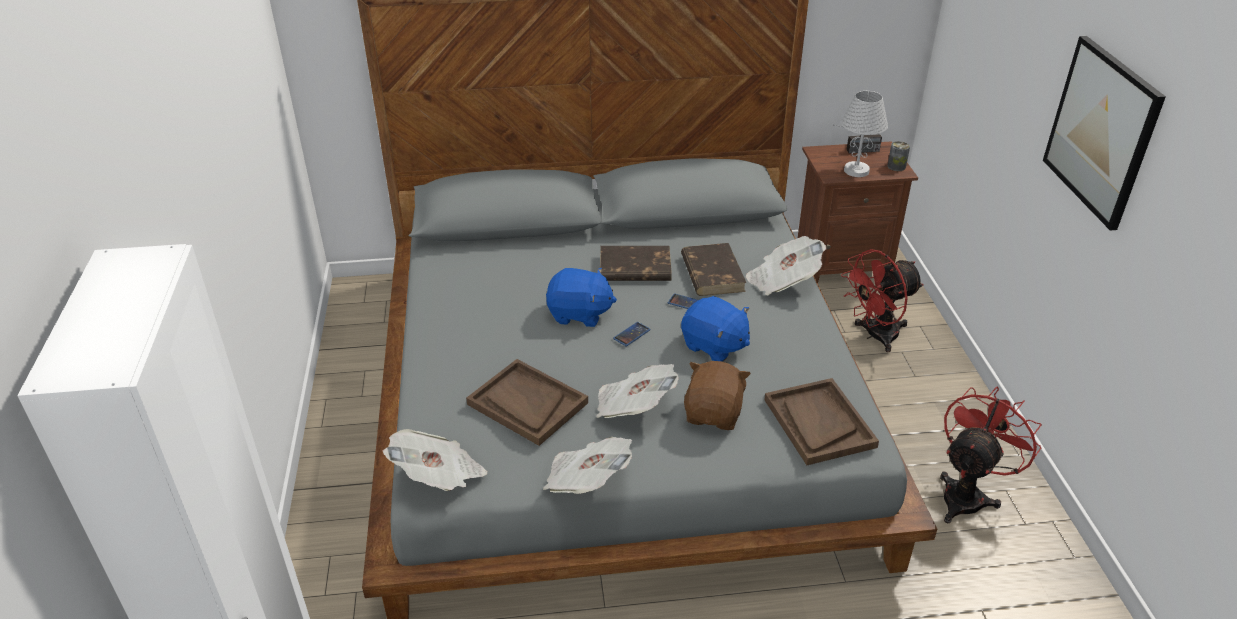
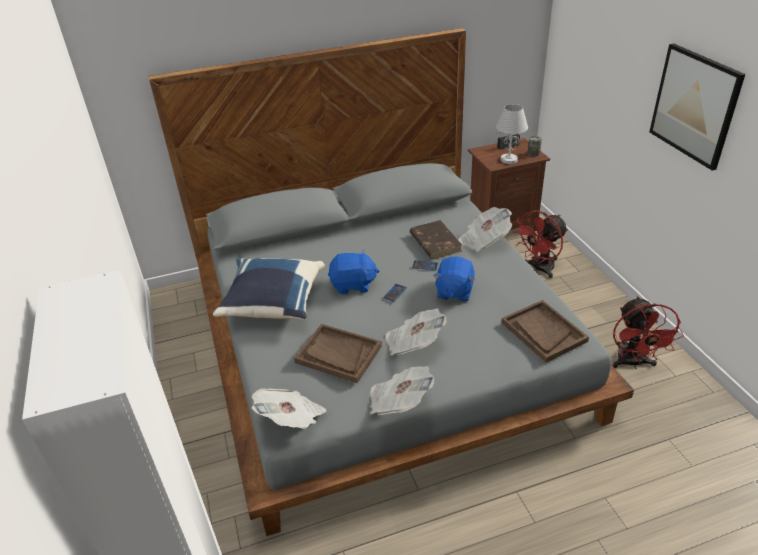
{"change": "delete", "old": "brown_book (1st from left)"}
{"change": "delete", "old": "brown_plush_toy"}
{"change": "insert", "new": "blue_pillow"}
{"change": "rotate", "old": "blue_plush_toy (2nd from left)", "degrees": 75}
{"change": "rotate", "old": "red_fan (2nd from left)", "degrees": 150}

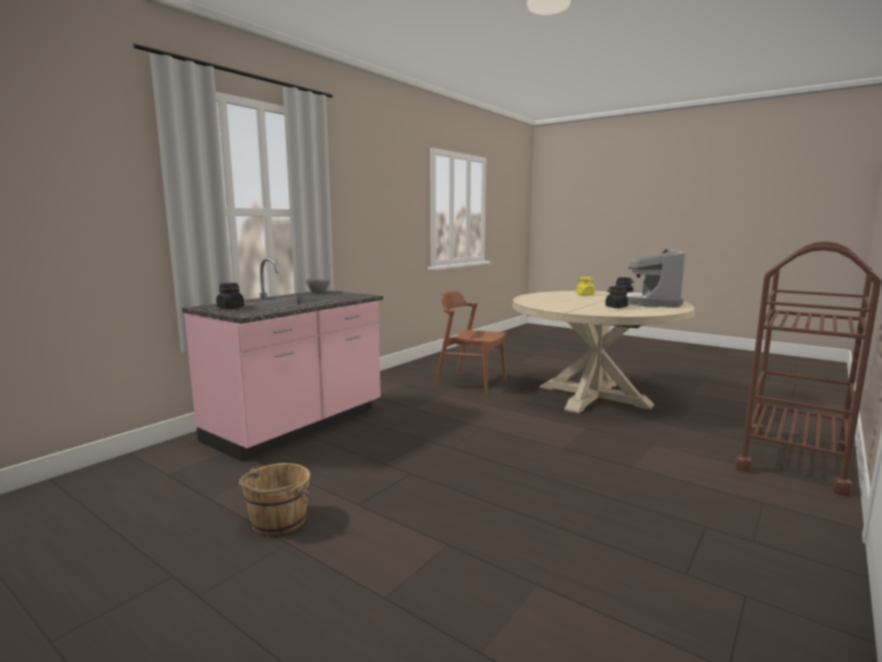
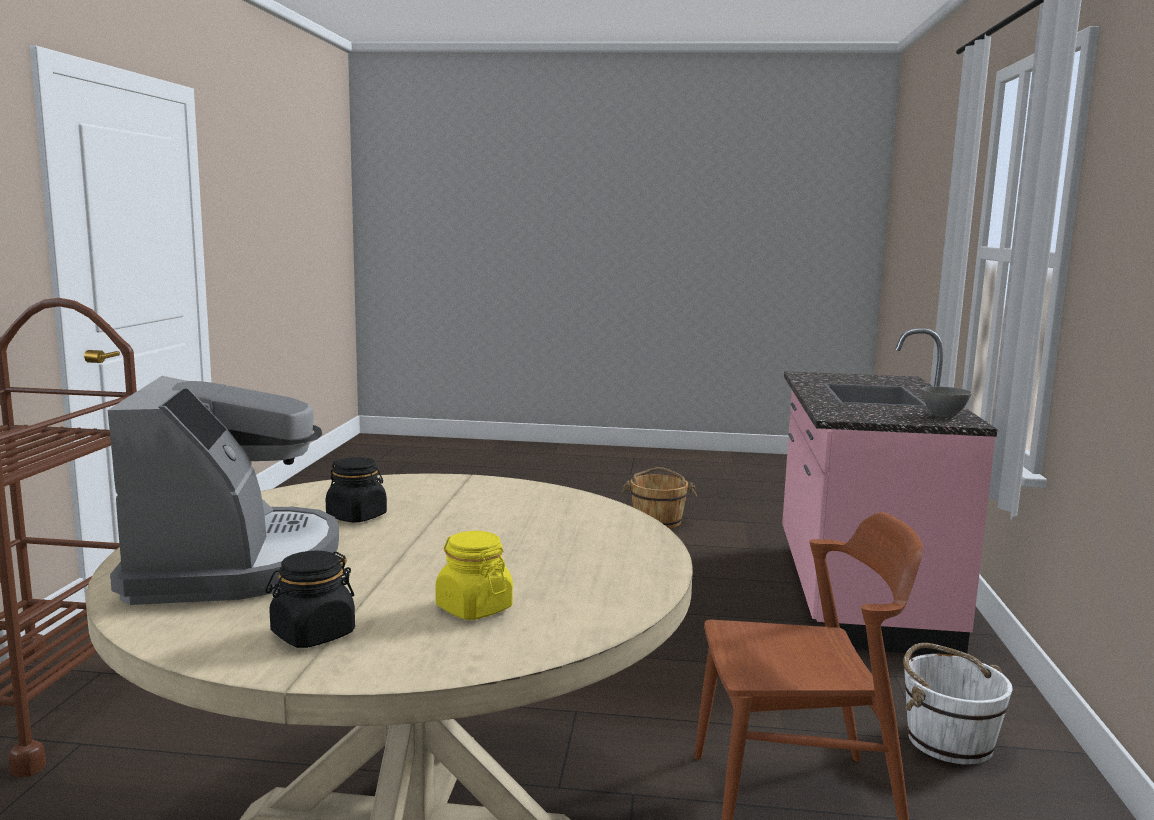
{"change": "delete", "old": "black_jar (1st from left)"}
{"change": "insert", "new": "white_bucket"}

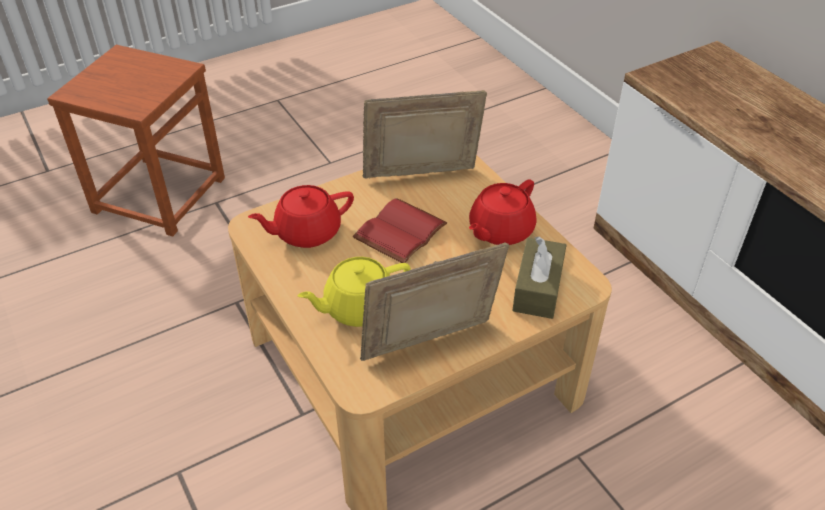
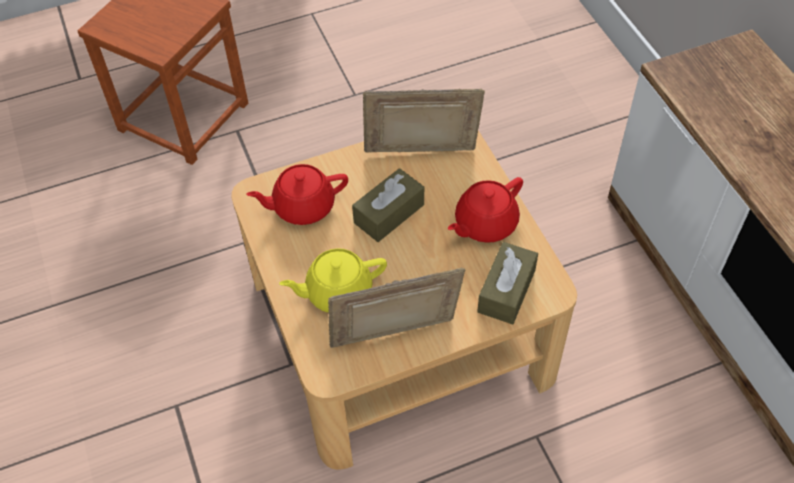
{"change": "replace", "old": "red_book", "new": "brown_tissue_box (1st from left)"}

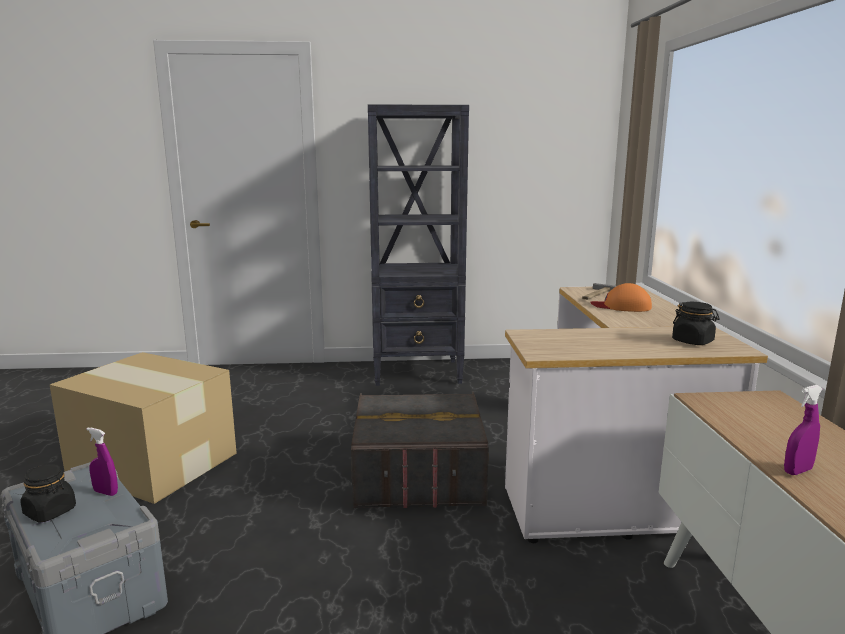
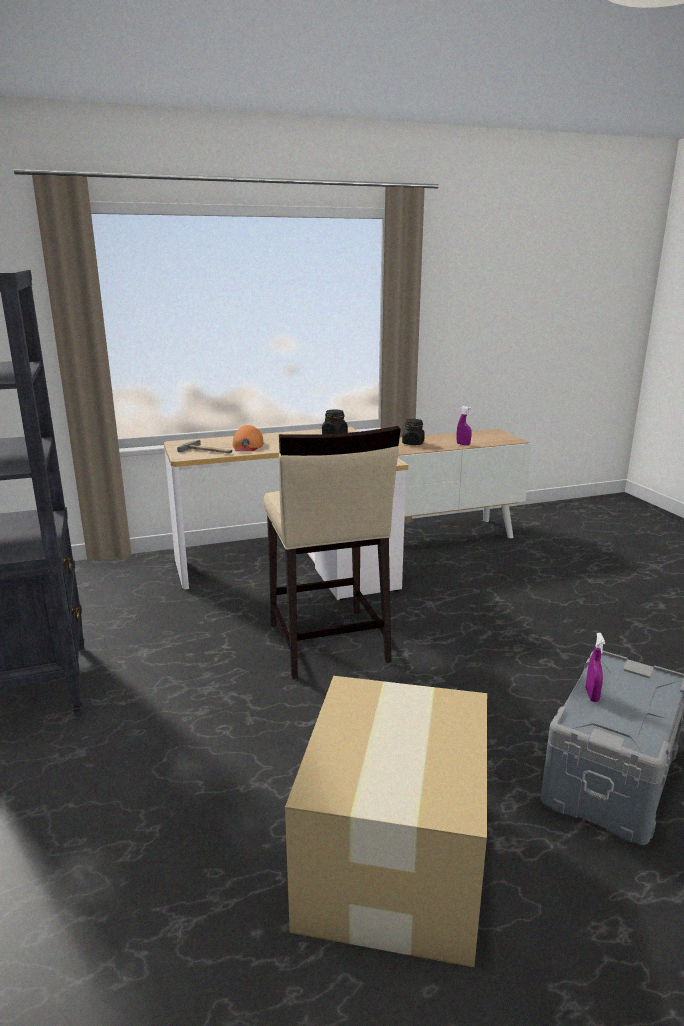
{"change": "move", "old": "black_jar (1st from left in the first image)", "new": "black_jar (2nd from left)"}
{"change": "replace", "old": "grey_storage_box (2nd from left)", "new": "beige_stool"}

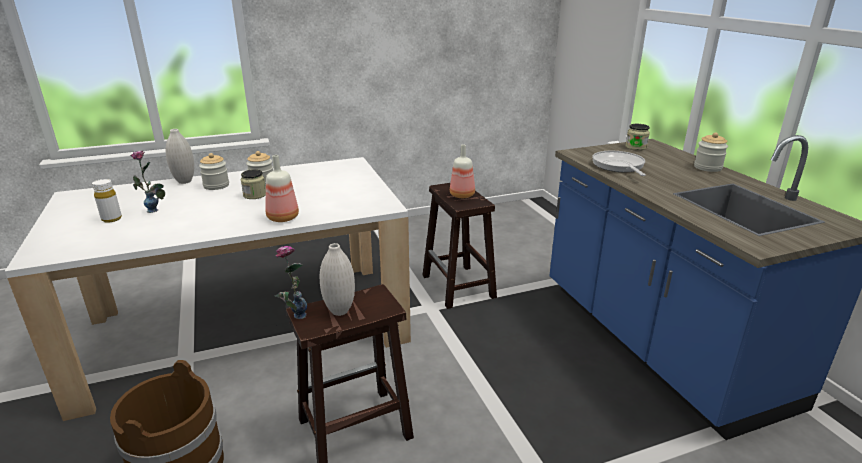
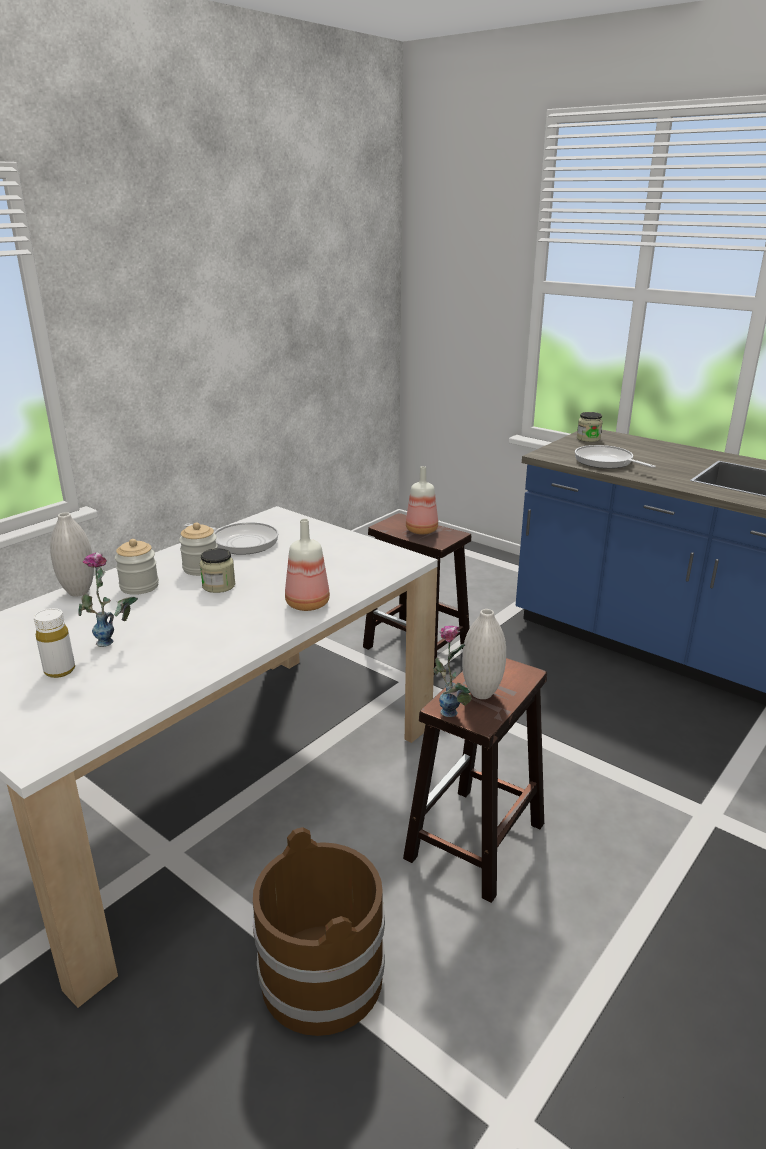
{"change": "delete", "old": "jar (5th from left)"}
{"change": "insert", "new": "frying_pan (1st from left)"}

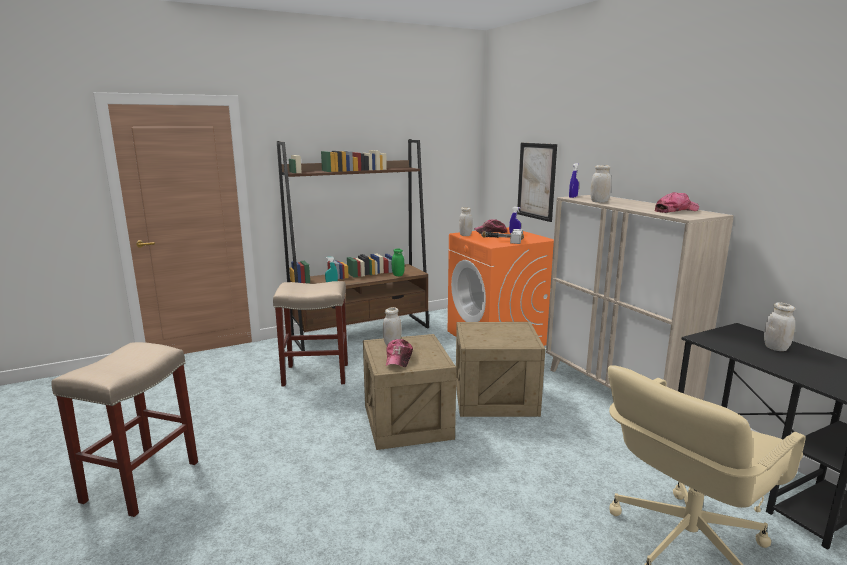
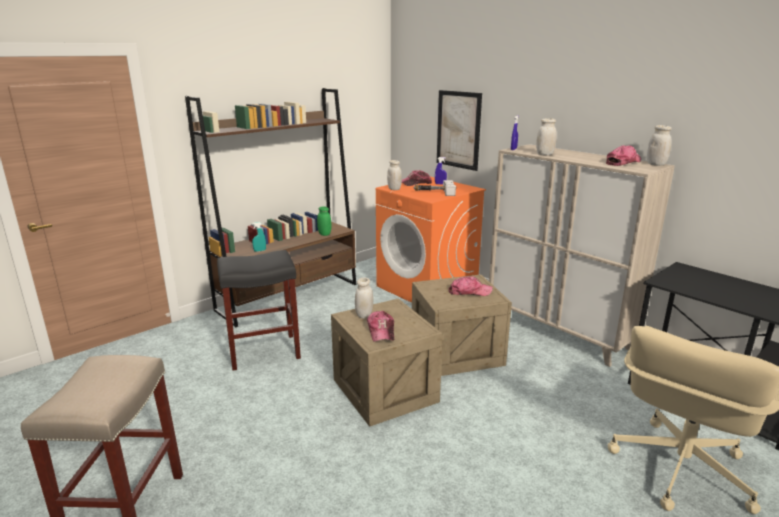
{"change": "insert", "new": "cap (3rd from left)"}
{"change": "move", "old": "white_jar (4th from left)"}
{"change": "recolor", "old": "beige_stool (2nd from left)", "new": "black_stool"}

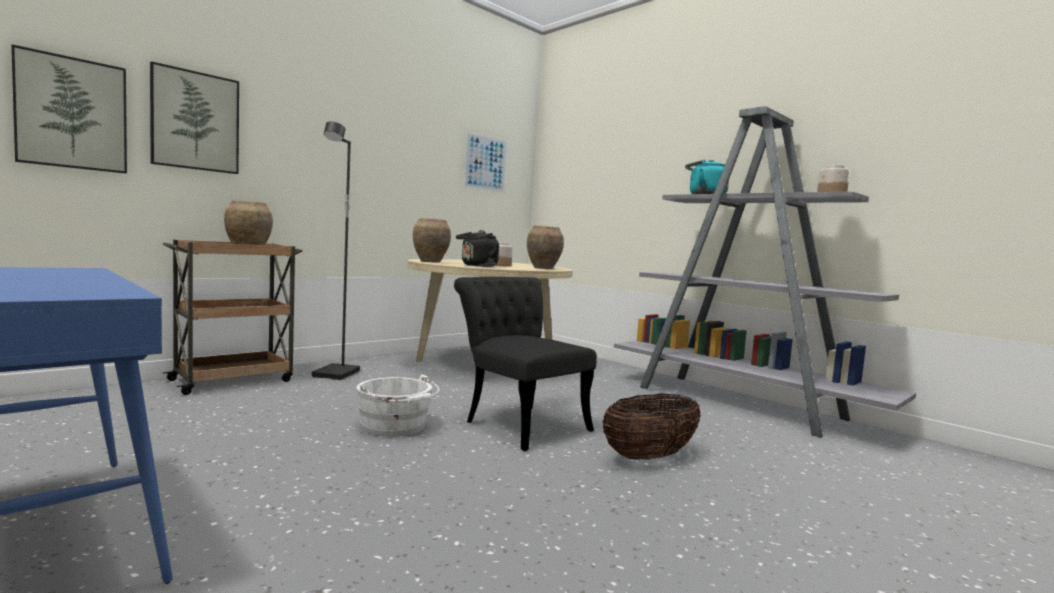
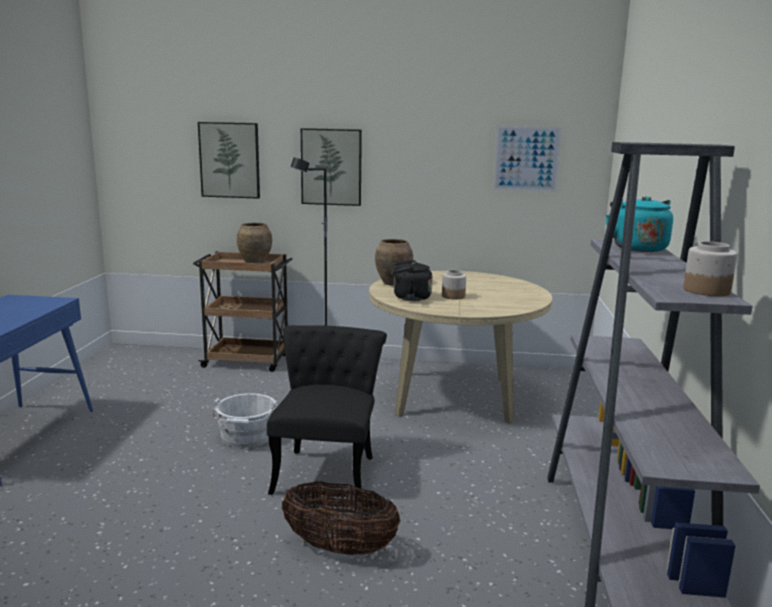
{"change": "delete", "old": "brown_vase (3rd from left)"}
{"change": "move", "old": "picture (1st from left in the first image)", "new": "picture (2nd from left)"}

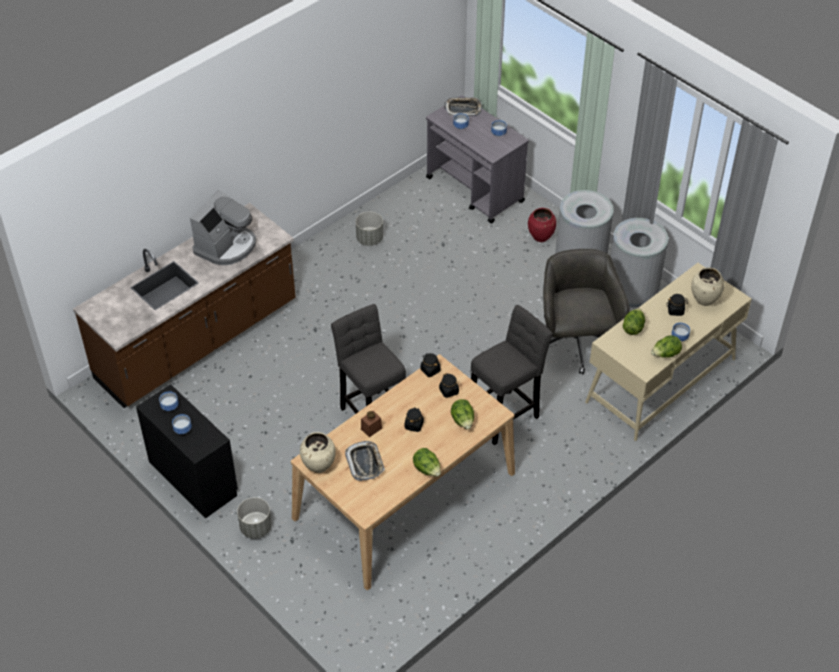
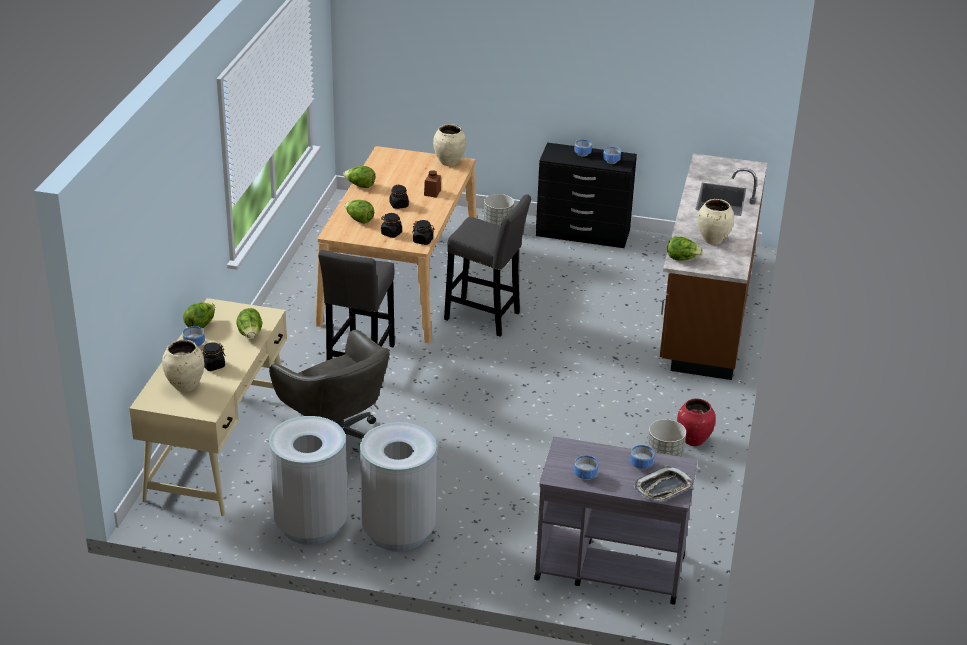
{"change": "delete", "old": "tray (1st from left)"}
{"change": "insert", "new": "lettuce (5th from left)"}
{"change": "move", "old": "red_vase"}
{"change": "replace", "old": "coffee_machine", "new": "beige_vase (3rd from left)"}

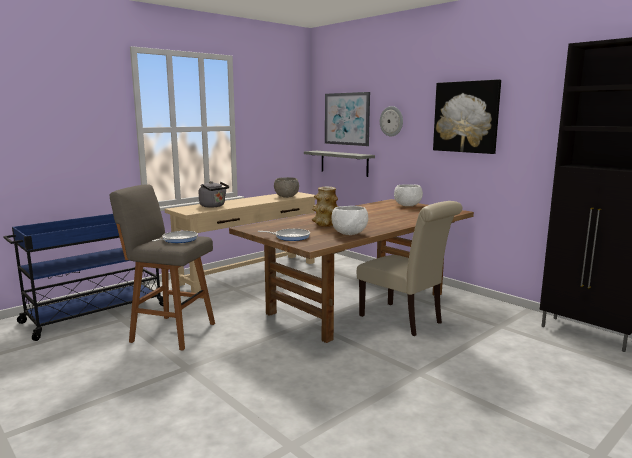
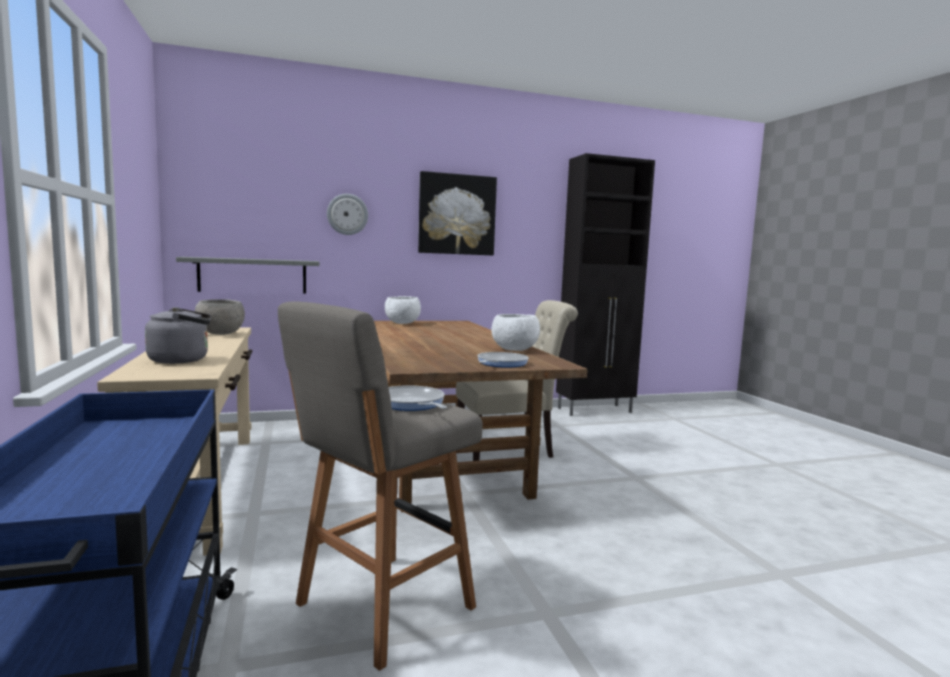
{"change": "delete", "old": "vase"}
{"change": "delete", "old": "picture (1st from left)"}

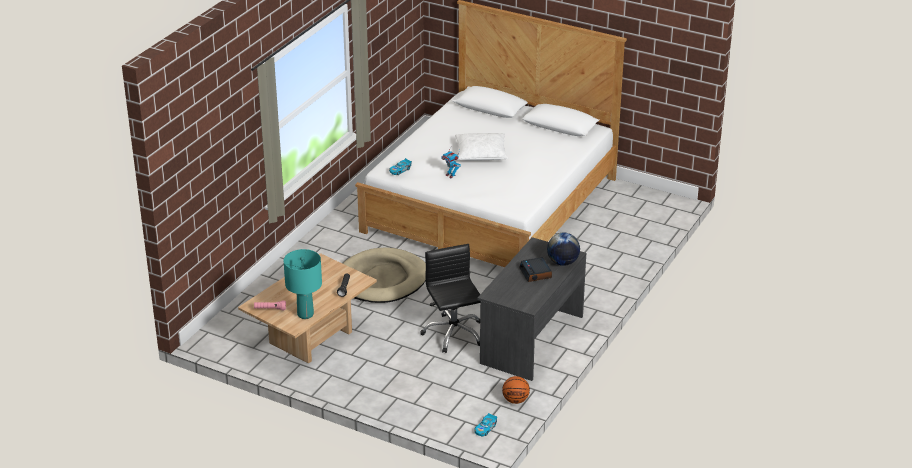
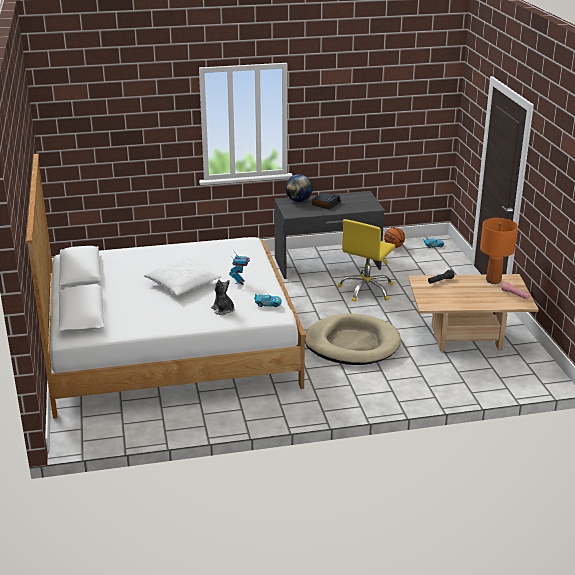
{"change": "insert", "new": "plush_toy"}
{"change": "recolor", "old": "turquoise_table_lamp", "new": "orange_table_lamp"}
{"change": "recolor", "old": "black_office_chair", "new": "yellow_office_chair"}

